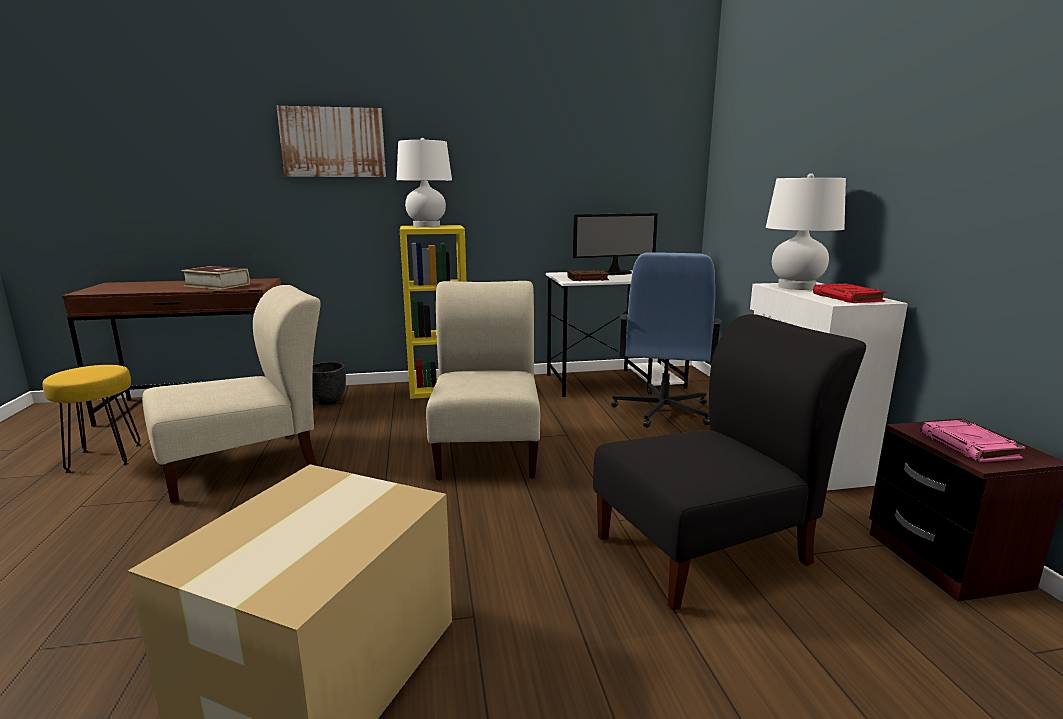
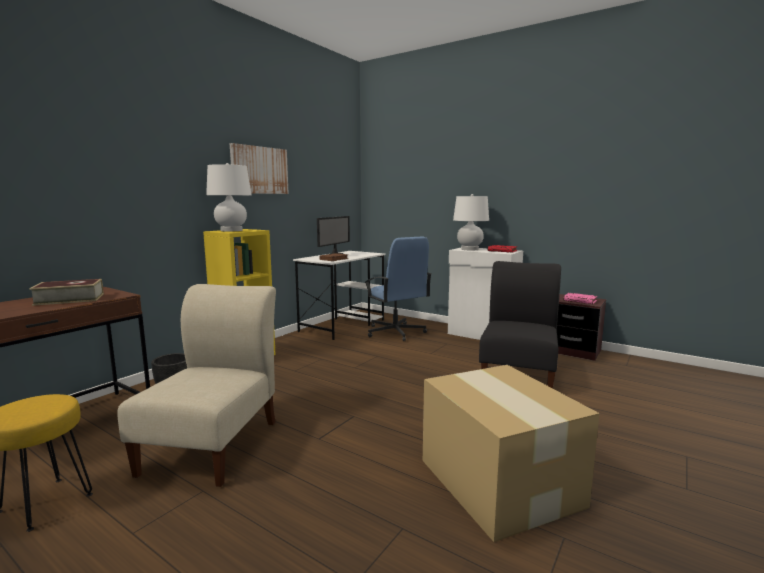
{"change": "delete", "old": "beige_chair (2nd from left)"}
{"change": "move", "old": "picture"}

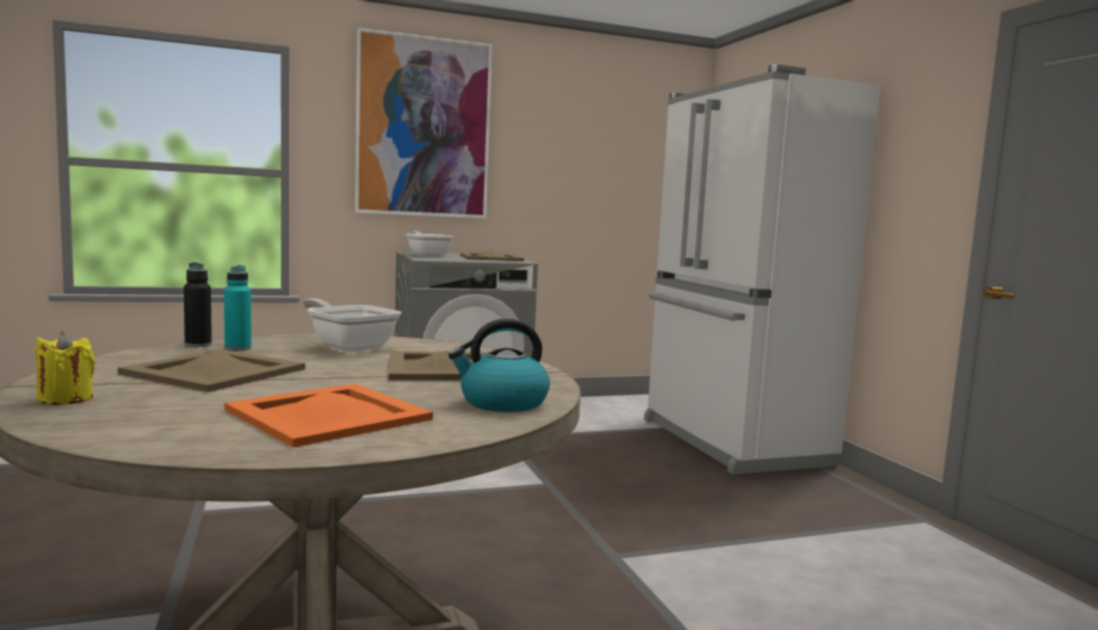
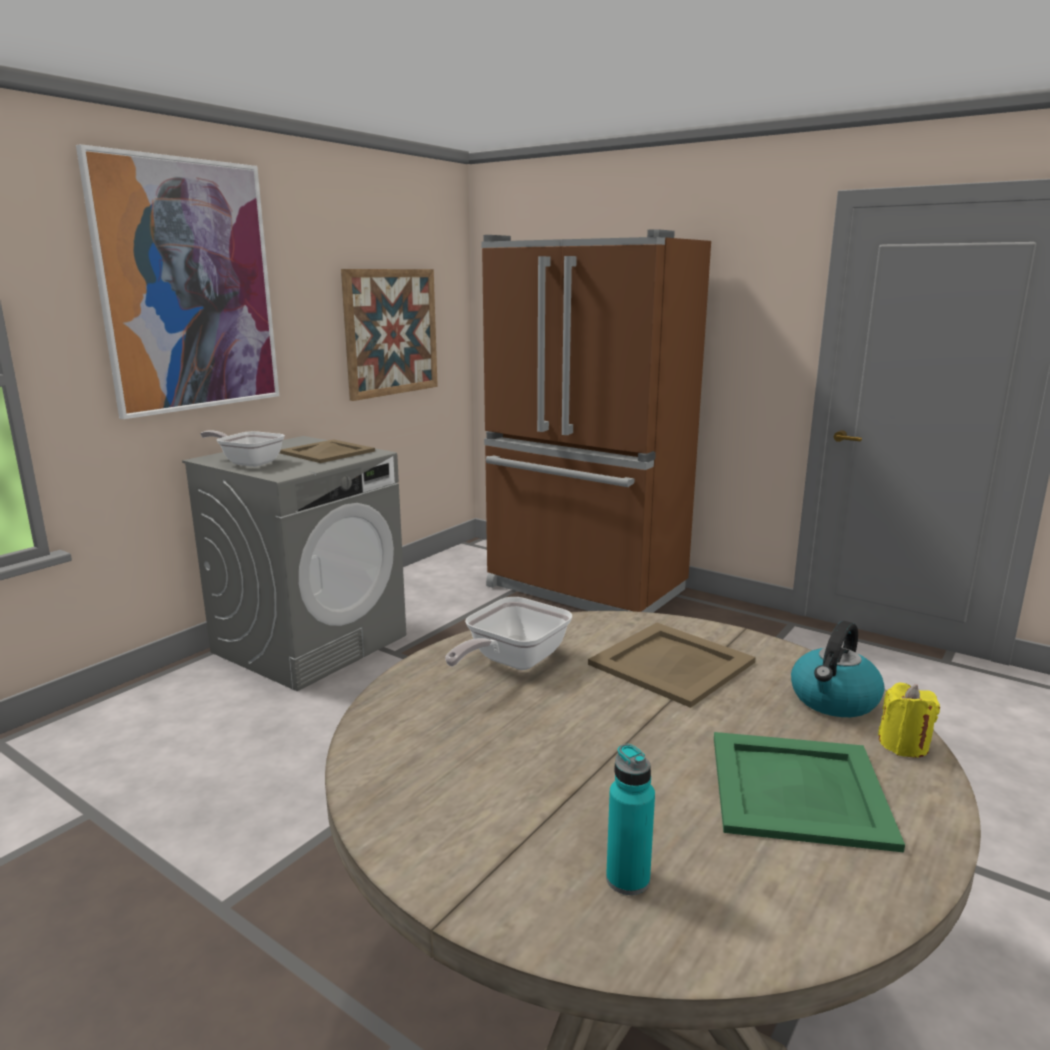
{"change": "delete", "old": "beige_tray (1st from left)"}
{"change": "delete", "old": "black_bottle"}
{"change": "insert", "new": "picture (2nd from left)"}
{"change": "move", "old": "yellow_candle"}
{"change": "move", "old": "turquoise_bottle"}
{"change": "recolor", "old": "orange_tray", "new": "green_tray"}
{"change": "recolor", "old": "white_fridge", "new": "brown_fridge"}
{"change": "rotate", "old": "frying_pan (1st from left in the first image)", "degrees": -60}

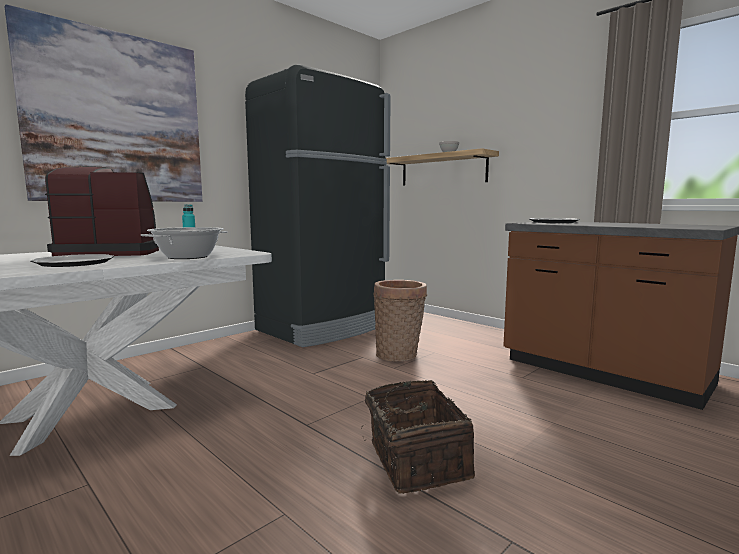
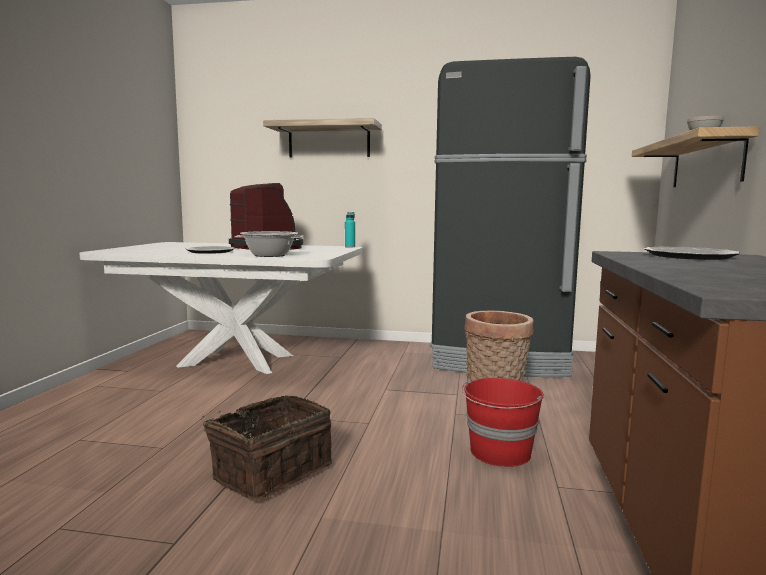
{"change": "insert", "new": "red_bucket"}
{"change": "replace", "old": "picture", "new": "shelf (1st from left)"}

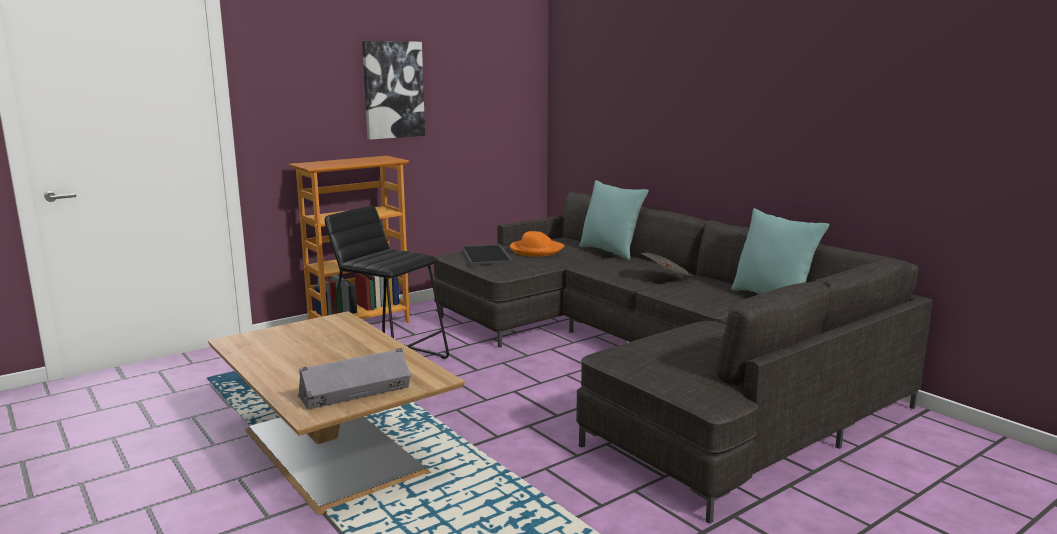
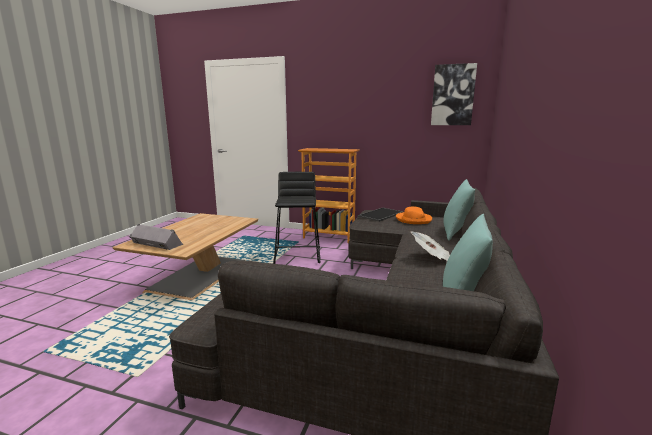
{"change": "move", "old": "picture"}

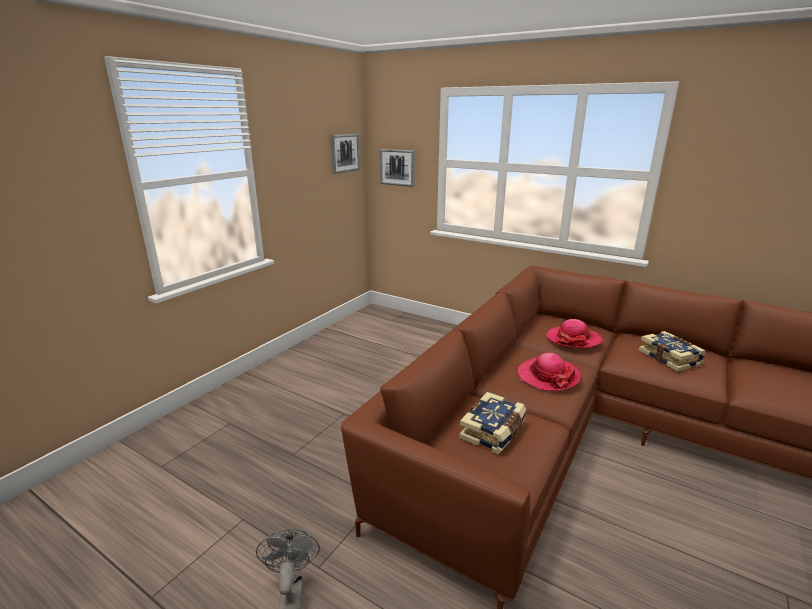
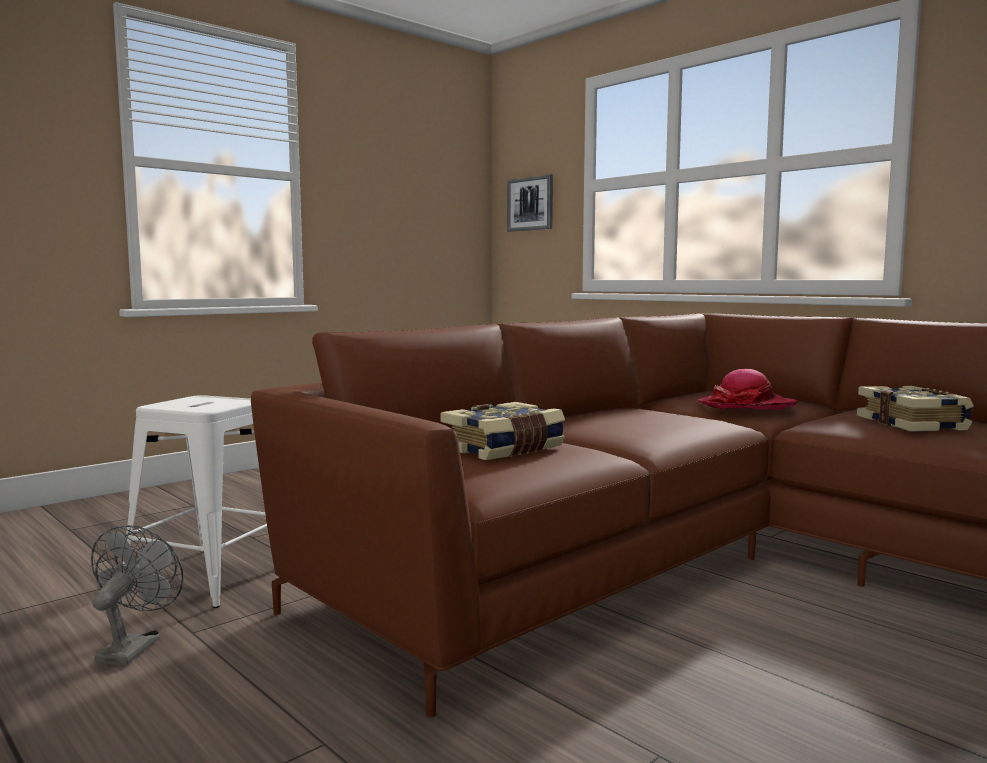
{"change": "delete", "old": "picture (1st from left)"}
{"change": "delete", "old": "hat (1st from left)"}
{"change": "insert", "new": "white_stool"}

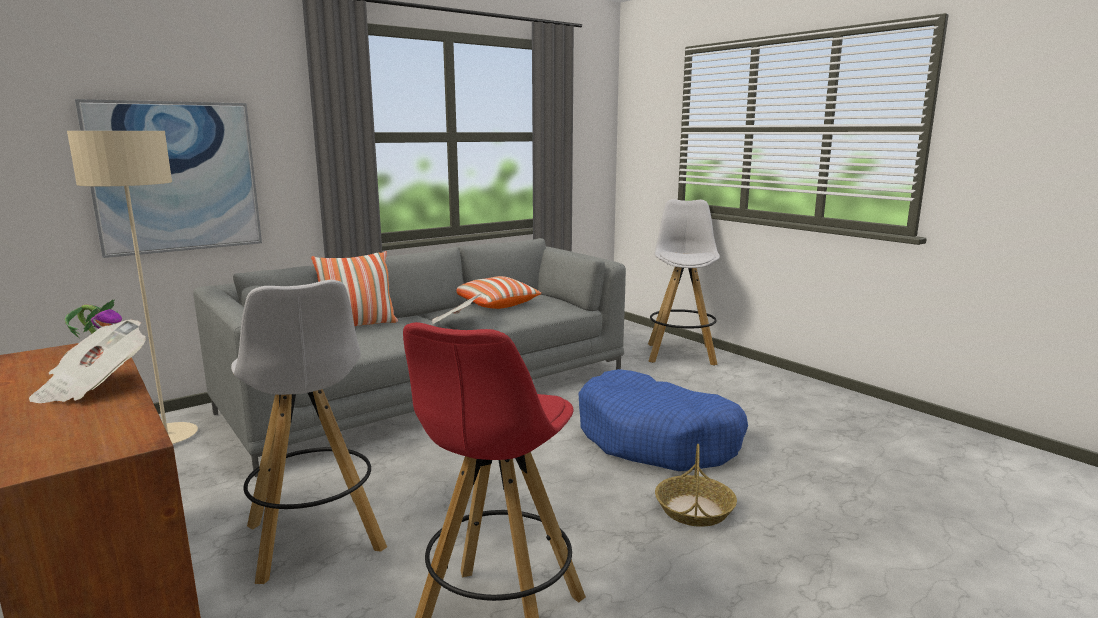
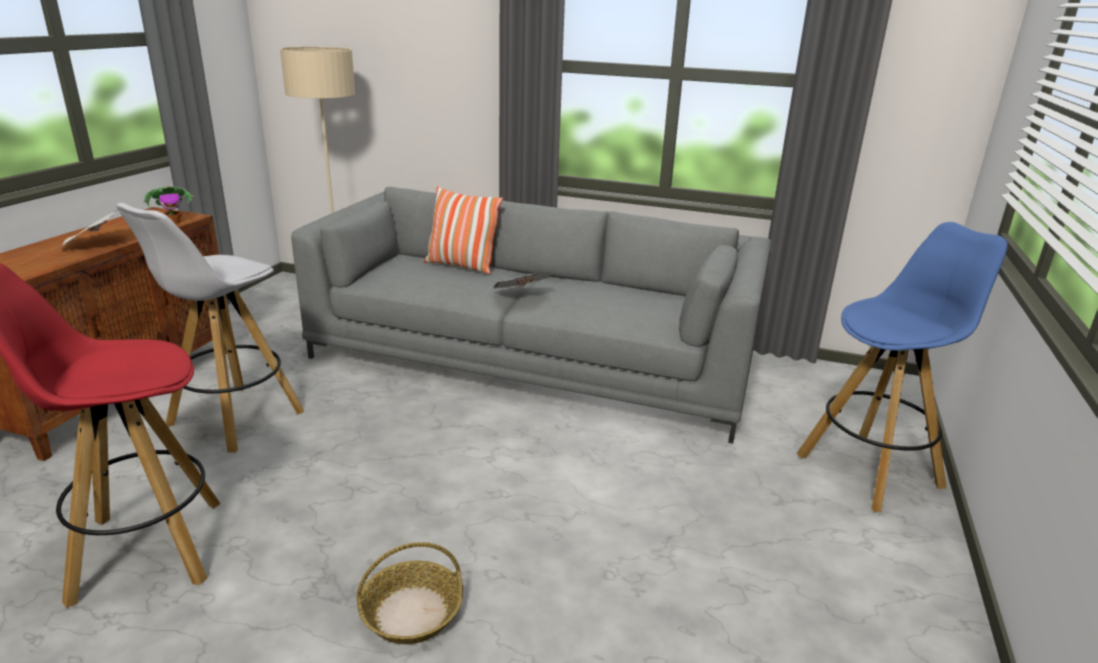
{"change": "delete", "old": "picture"}
{"change": "delete", "old": "pillow (2nd from left)"}
{"change": "delete", "old": "blue_dog_bed"}
{"change": "recolor", "old": "white_stool (2nd from left)", "new": "blue_stool"}

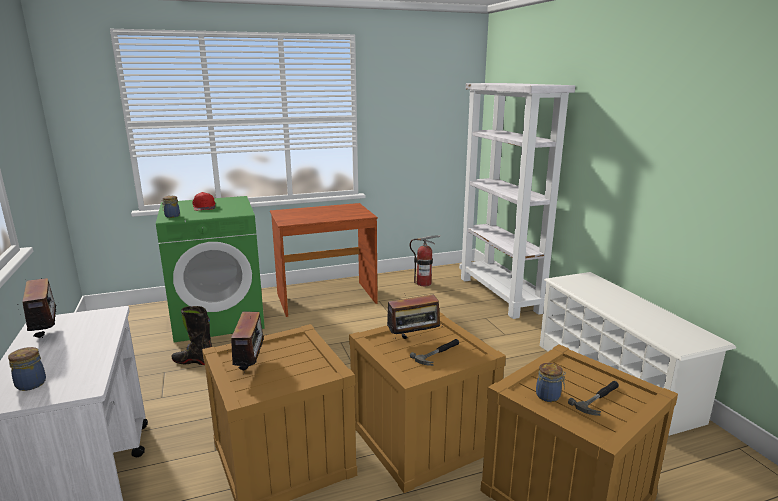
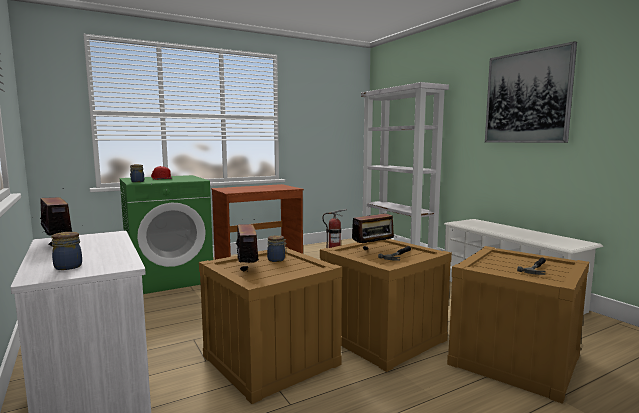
{"change": "delete", "old": "black_boot"}
{"change": "insert", "new": "picture"}
{"change": "move", "old": "jar (3rd from left)"}

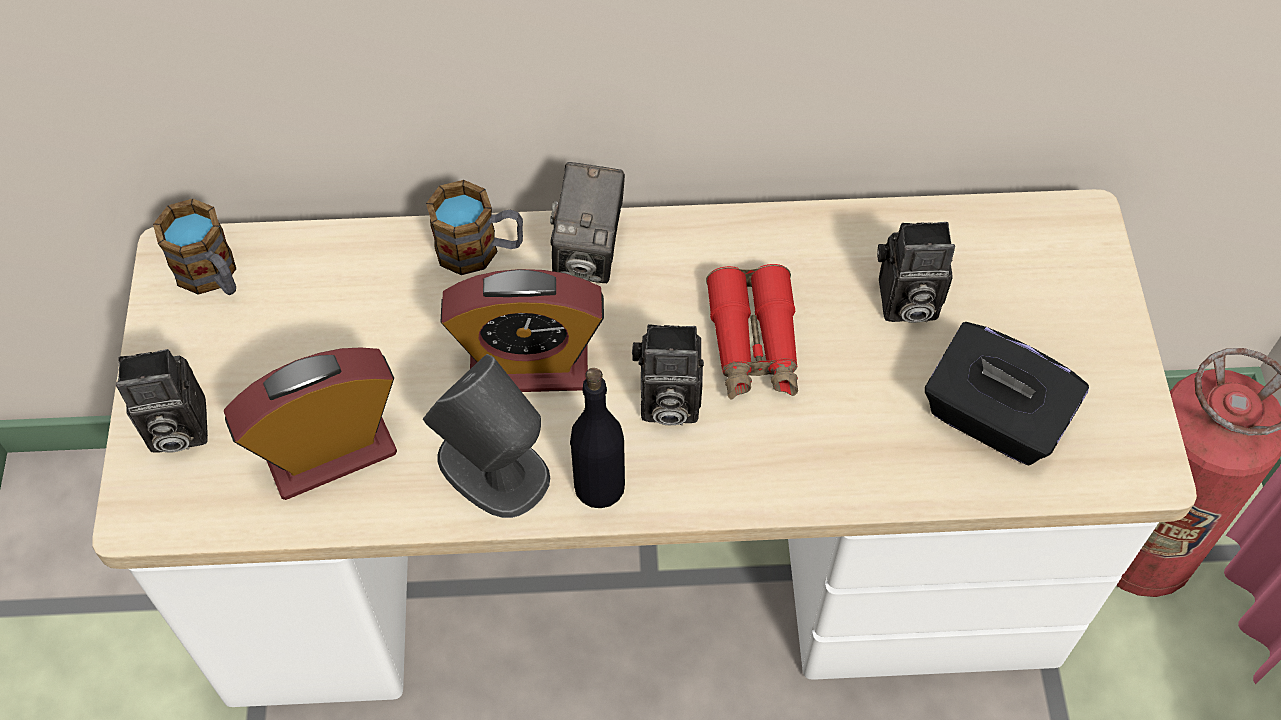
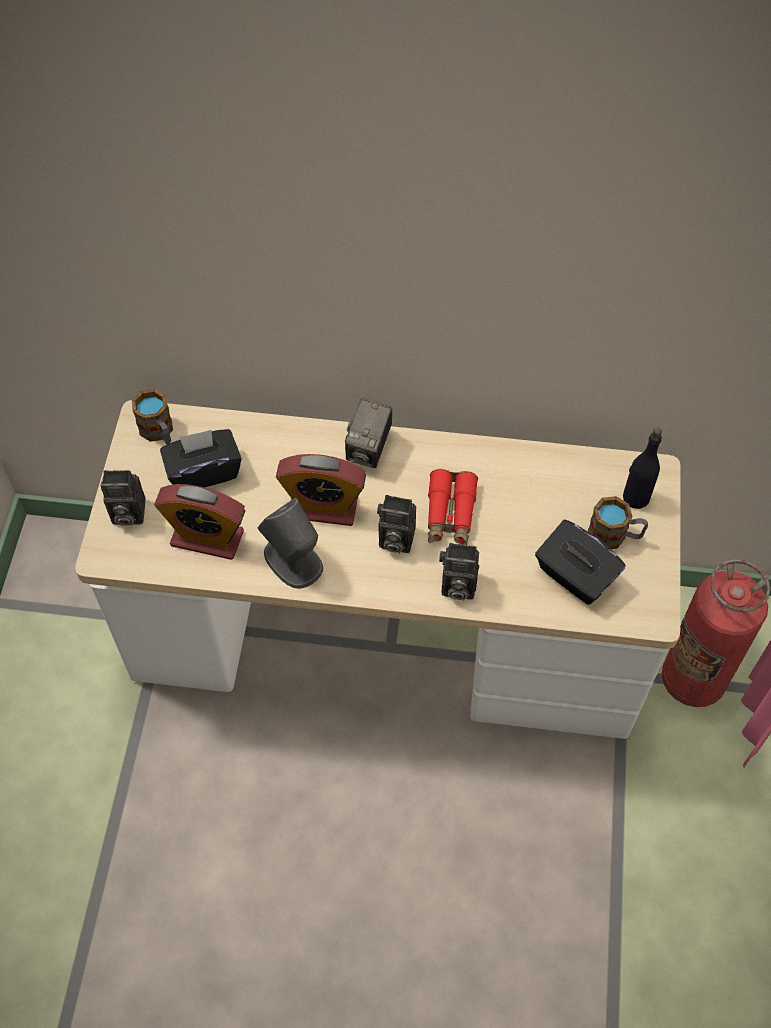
{"change": "insert", "new": "black_tissue_box (1st from left)"}
{"change": "move", "old": "mug (2nd from left)"}
{"change": "move", "old": "black_bottle"}
{"change": "move", "old": "photo_camera (4th from left)"}
{"change": "rotate", "old": "alarm_clock (1st from left)", "degrees": -150}

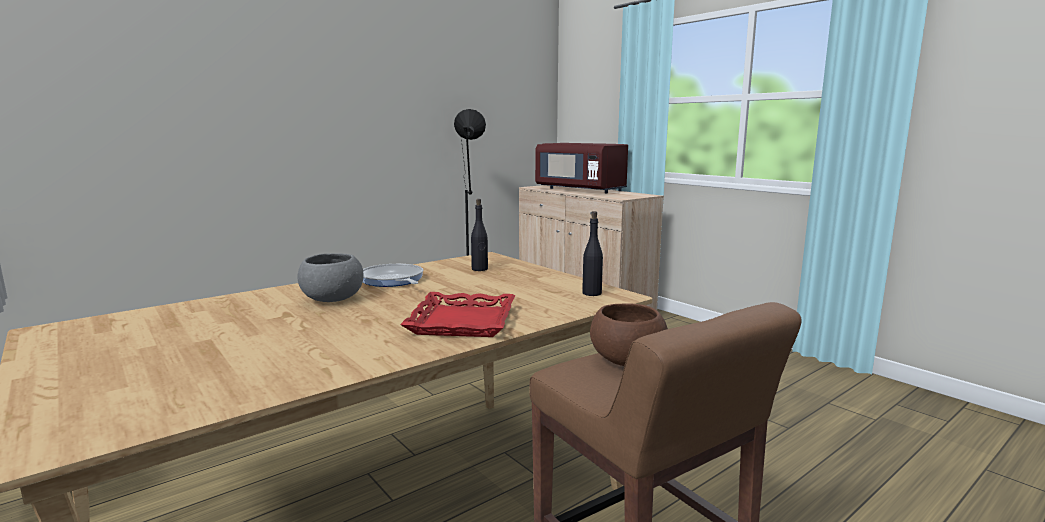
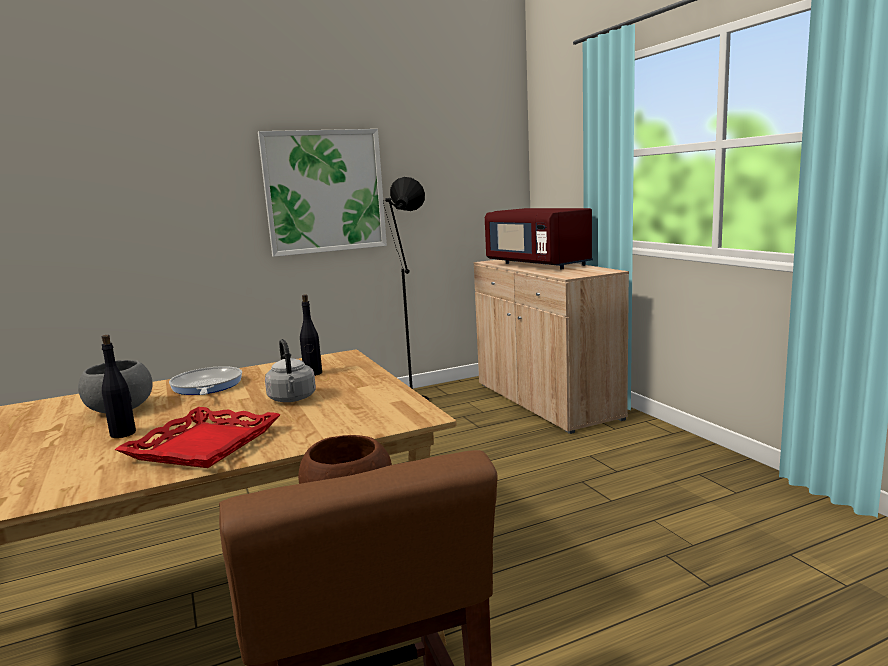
{"change": "insert", "new": "picture"}
{"change": "insert", "new": "grey_kettle"}
{"change": "move", "old": "black_bottle (2nd from left in the first image)", "new": "black_bottle (1st from left)"}

